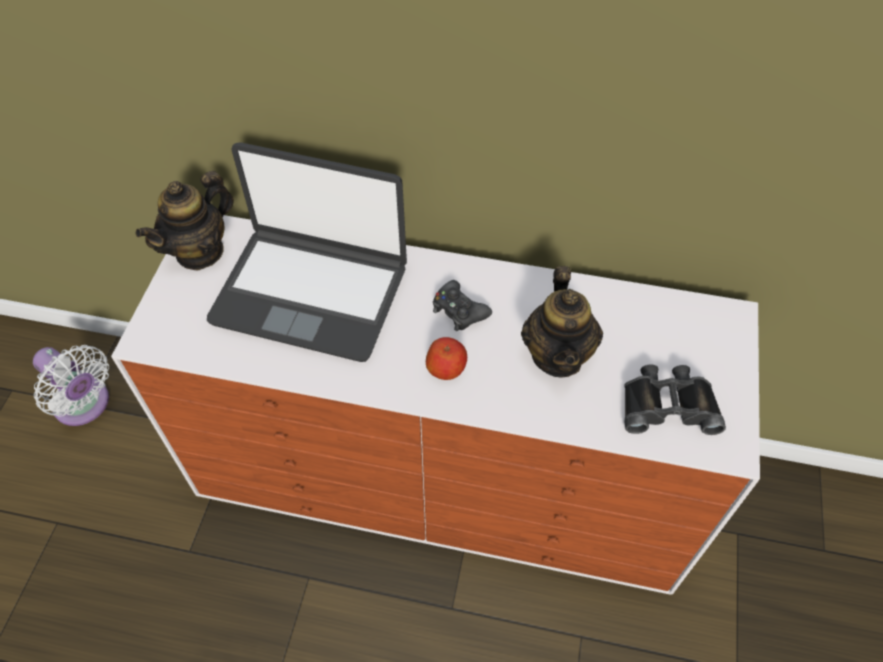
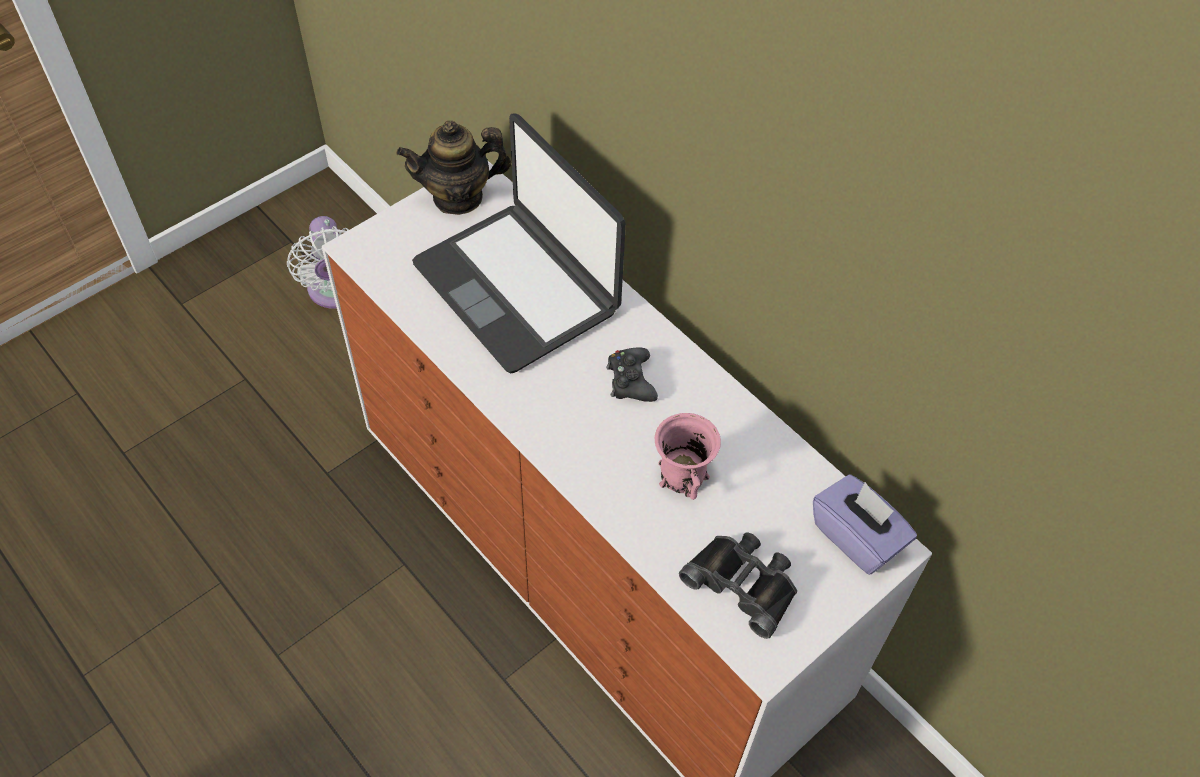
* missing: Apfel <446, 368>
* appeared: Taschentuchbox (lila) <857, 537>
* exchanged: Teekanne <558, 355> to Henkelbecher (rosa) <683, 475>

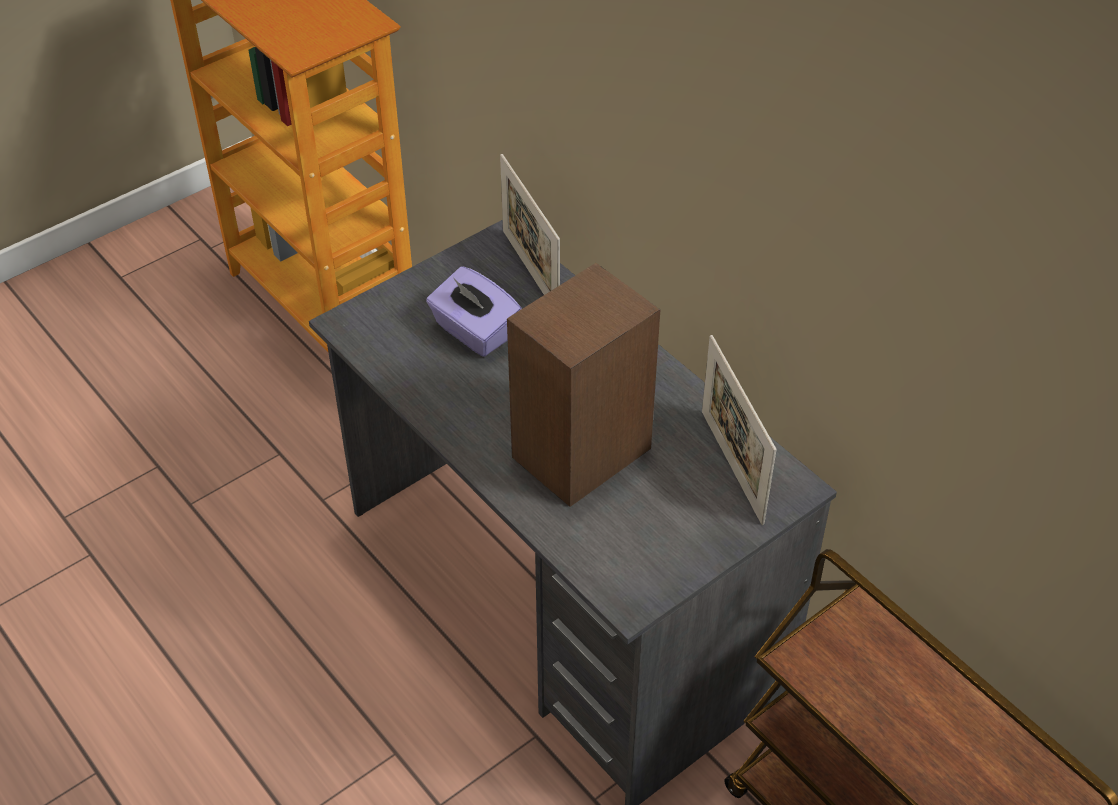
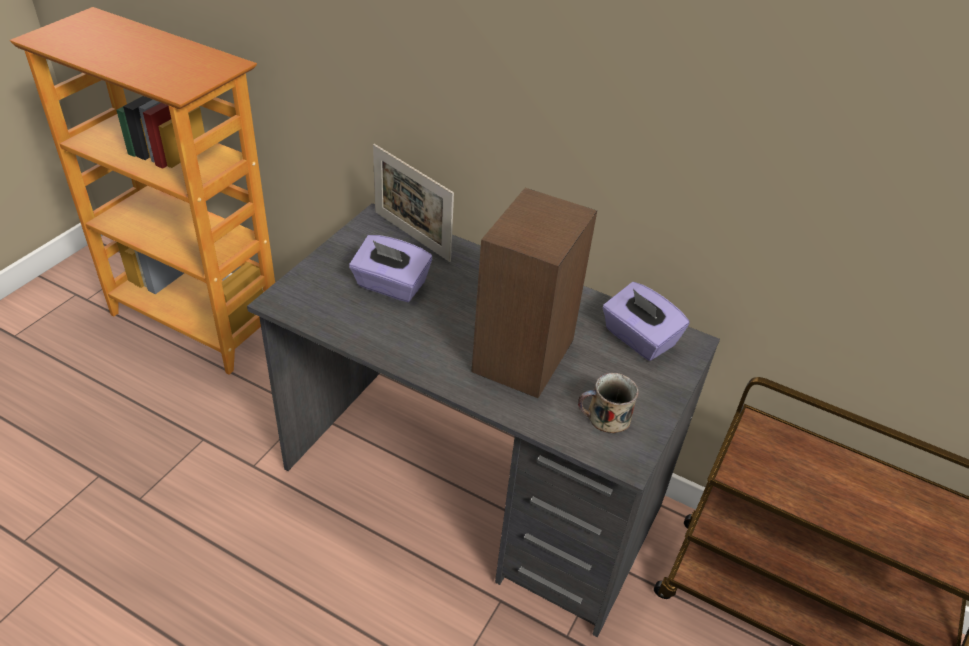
* appeared: Henkelbecher <606, 417>
* exchanged: Bilderrahmen <732, 466> to Taschentuchbox (lila) <638, 338>

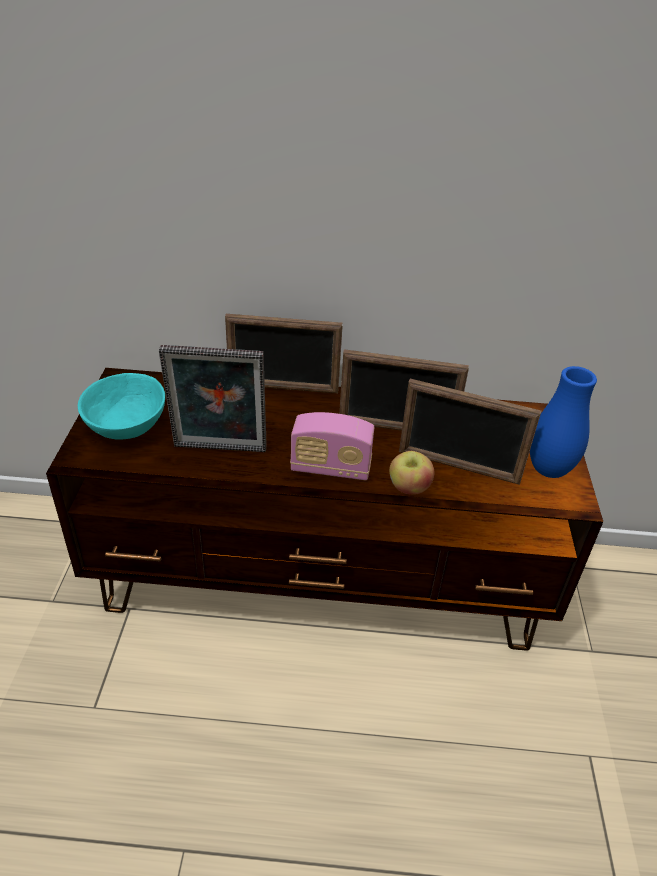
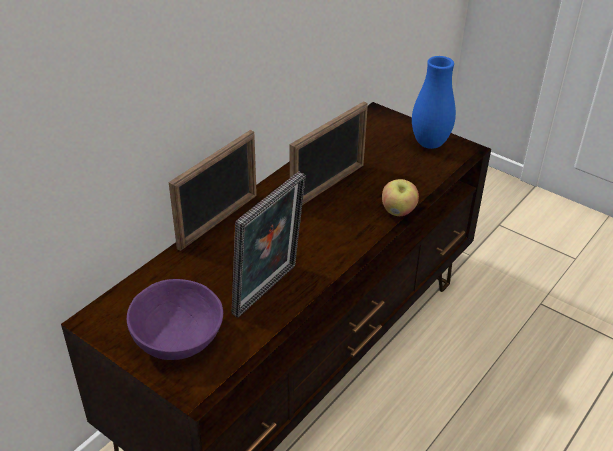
* missing: Radio <330, 468>
* missing: Bilderrahmen <458, 467>
* colour: Schüssel (türkis) <126, 425> to Schüssel (lila) <176, 339>

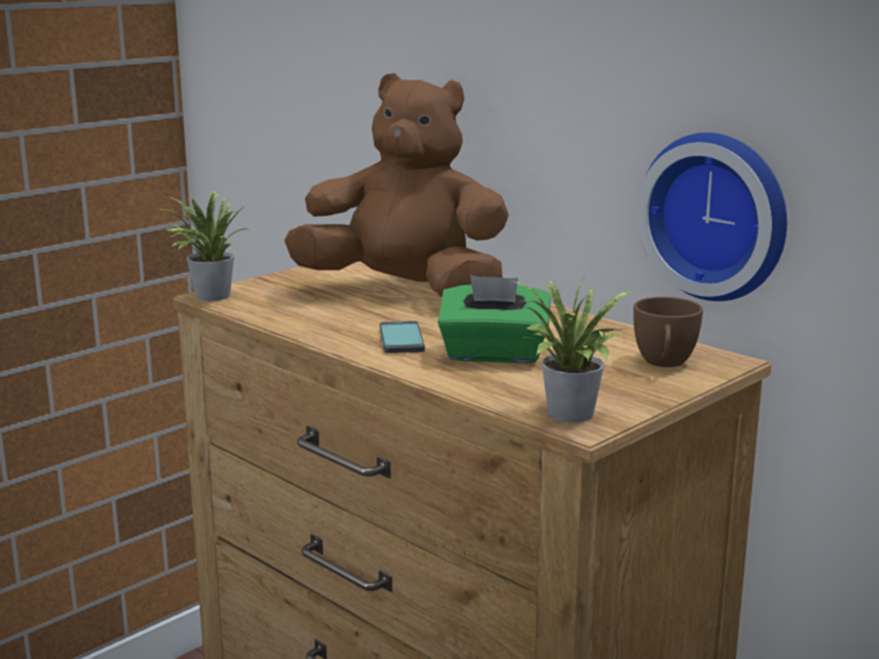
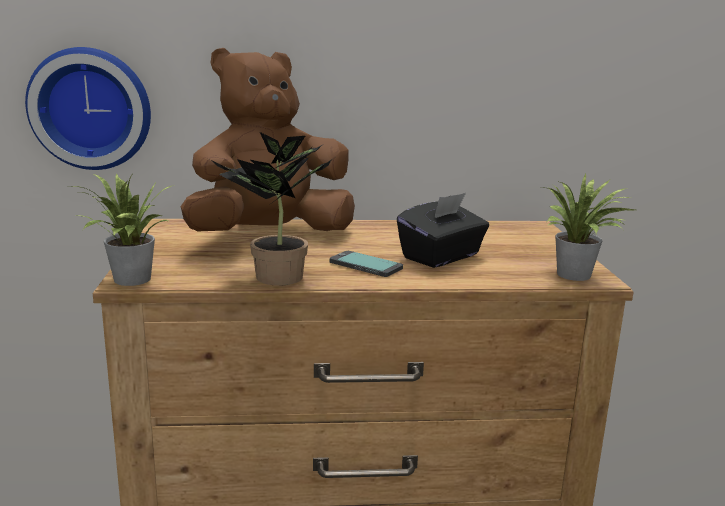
* missing: Tasse (braun) <664, 364>
* appeared: Topfpflanze <273, 279>
* relocated: Wanduhr <718, 215> to <92, 108>
* colour: Taschentuchbox (grün) <494, 355> to Taschentuchbox (schwarz) <441, 257>

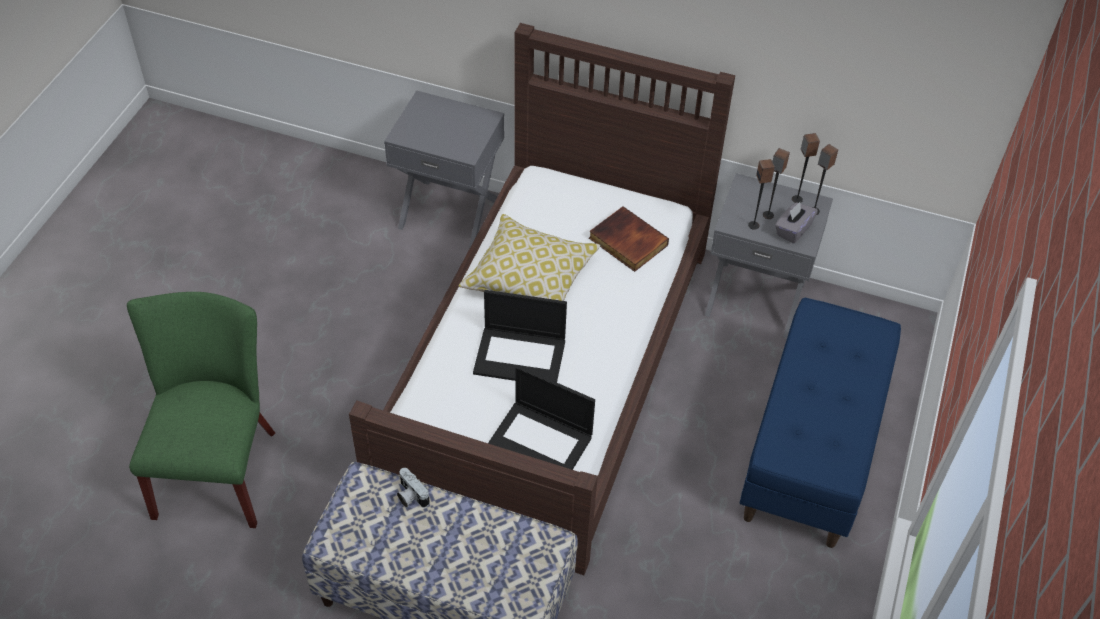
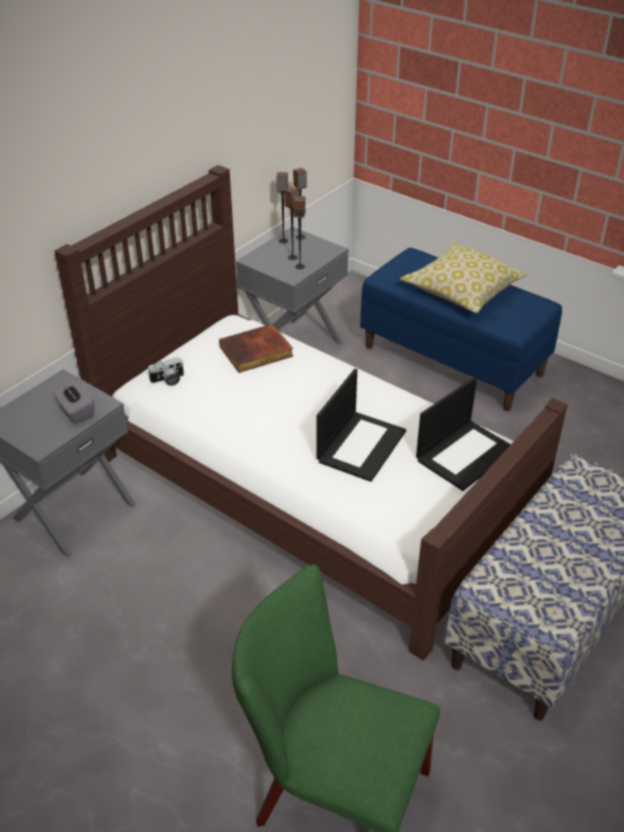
* relocated: Kamera <410, 496> to <168, 380>
* relocated: Kissen <530, 278> to <462, 290>
* relocated: Taschentuchbox (grau) <793, 230> to <76, 411>

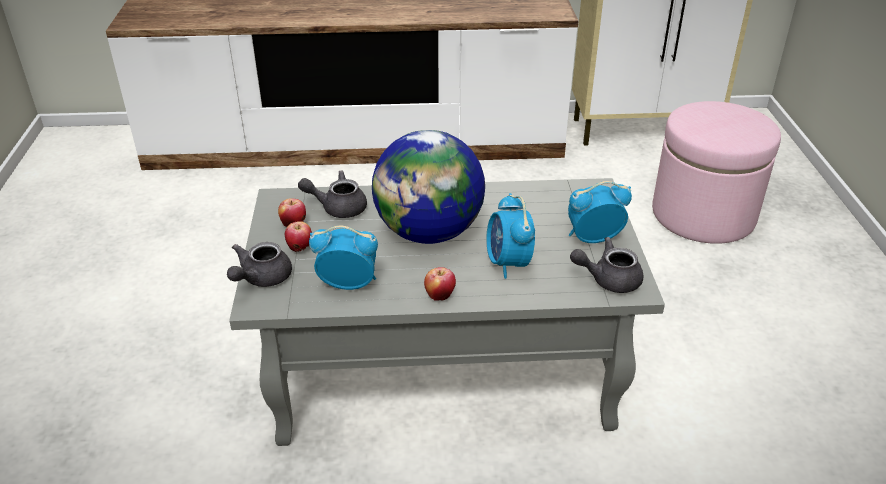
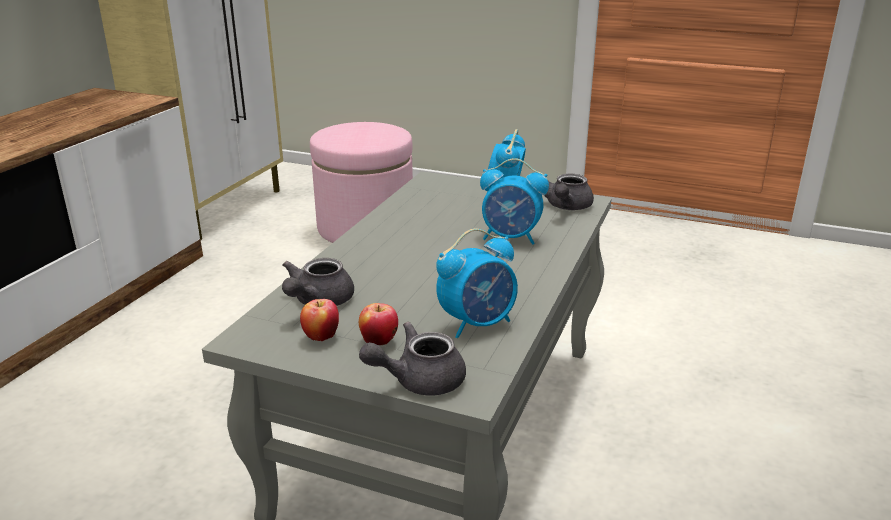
* missing: Globus <429, 233>
* missing: Apfel <440, 296>
* spun: Teekanne (grau) <261, 278> = <418, 380> 105 degrees clockwise
* spun: Wecker <348, 284> = <478, 323> 150 degrees counterclockwise

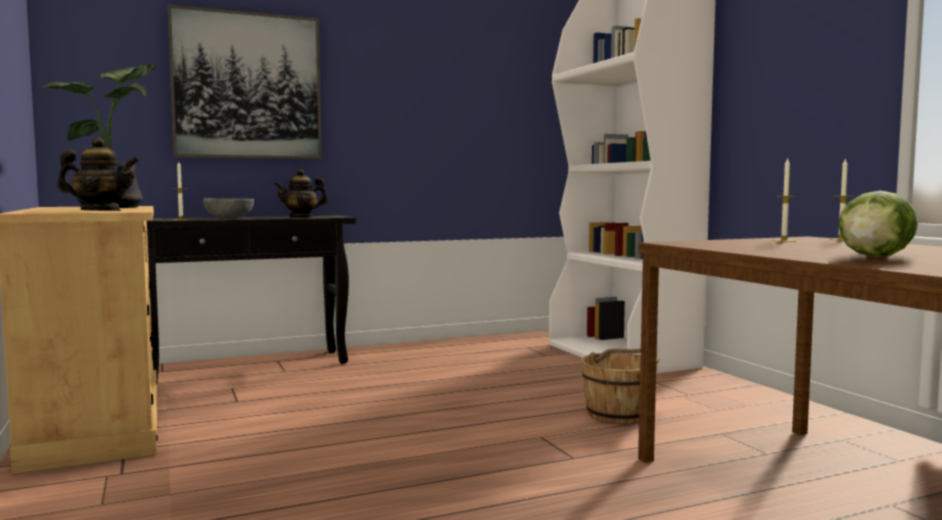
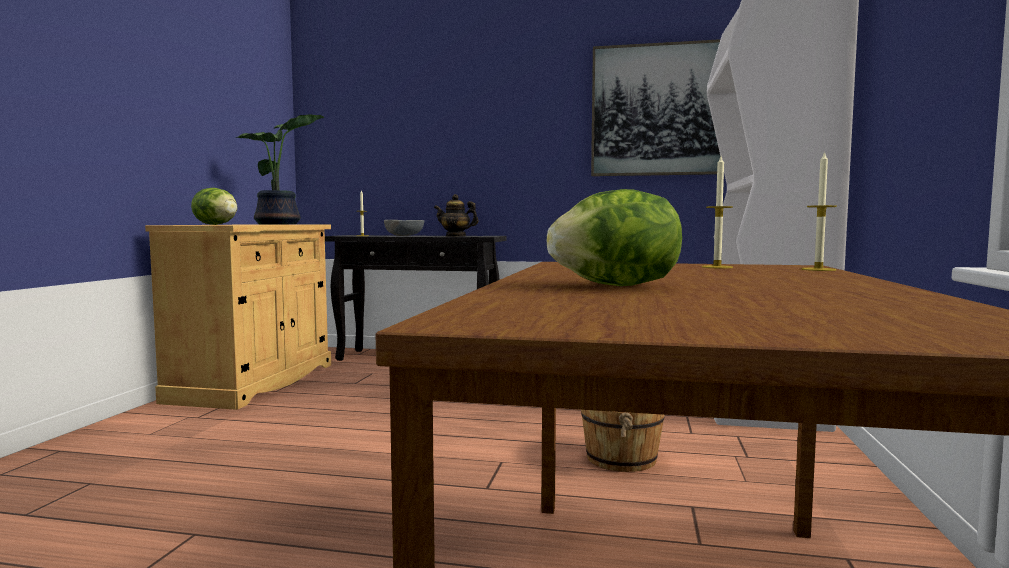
* relocated: Bild <247, 86> to <656, 110>
* exchanged: Teekanne <101, 211> to Salatkopf <216, 224>

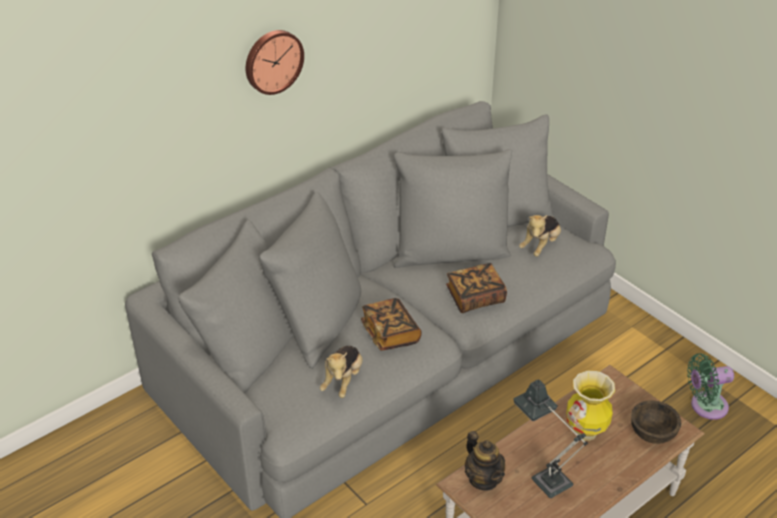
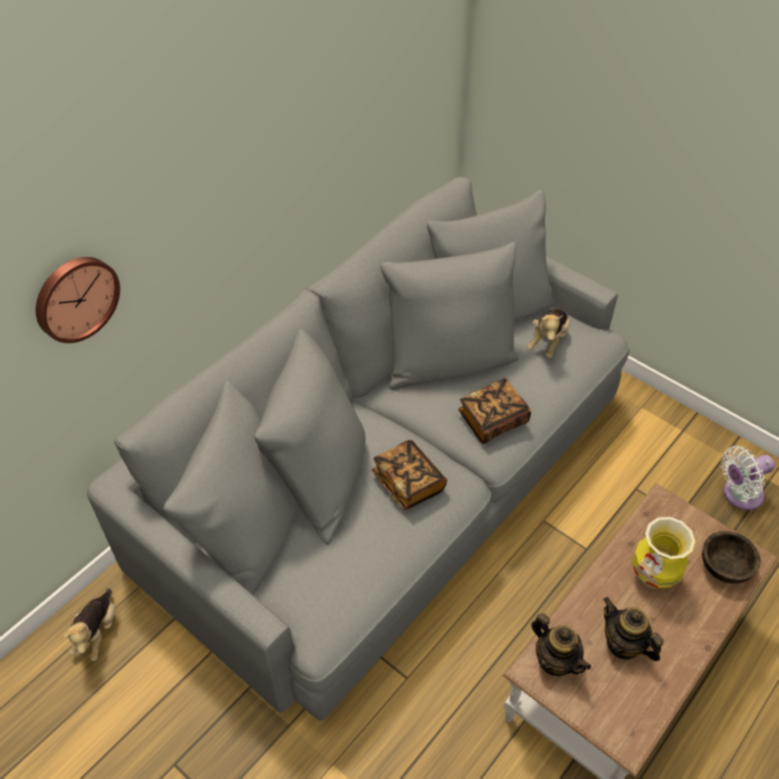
* relocated: Wanduhr <272, 61> to <75, 298>
* relocated: Plüschtier <343, 380> to <97, 632>
* exchanged: Tischlampe <546, 476> to Teekanne <623, 644>
* colour: Ventilator (grün) <705, 406> to Ventilator (weiß) <739, 495>

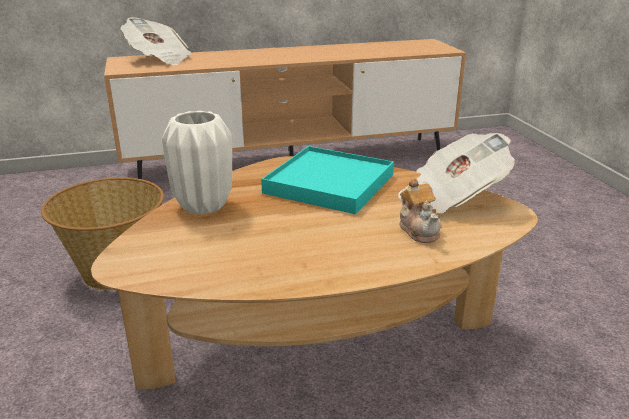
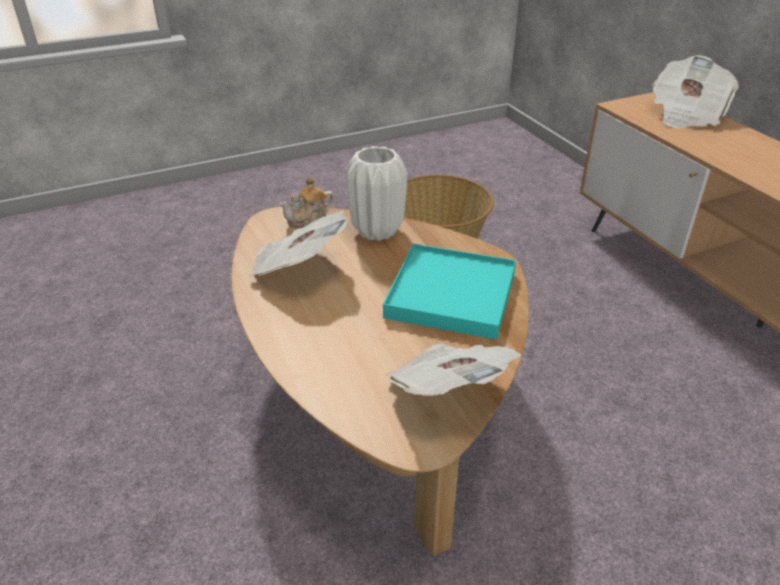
* appeared: Zeitung <298, 267>
* relocated: Teekanne <419, 230> to <308, 220>

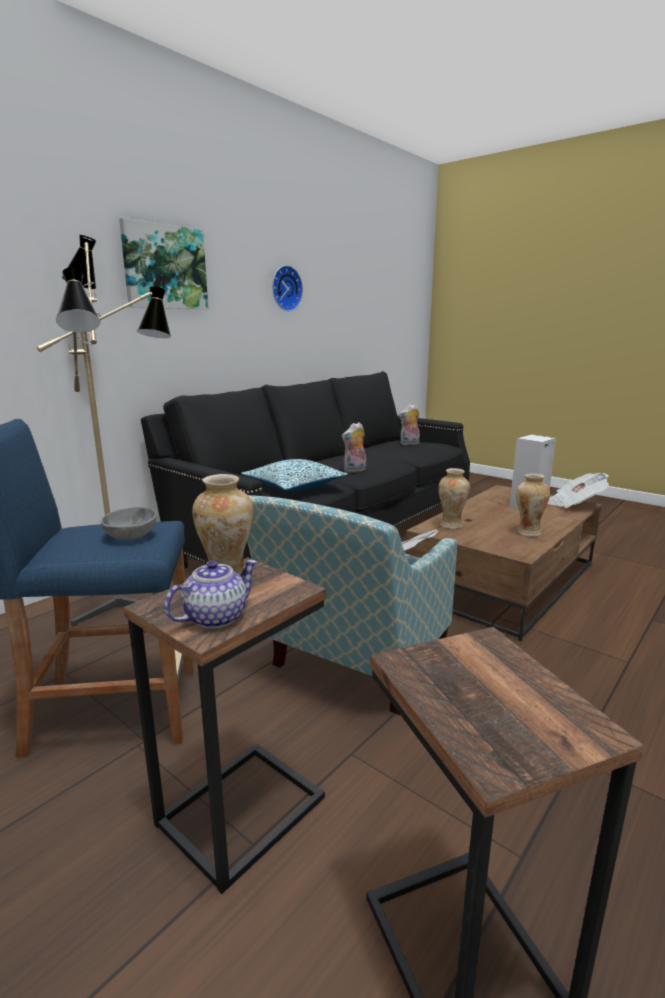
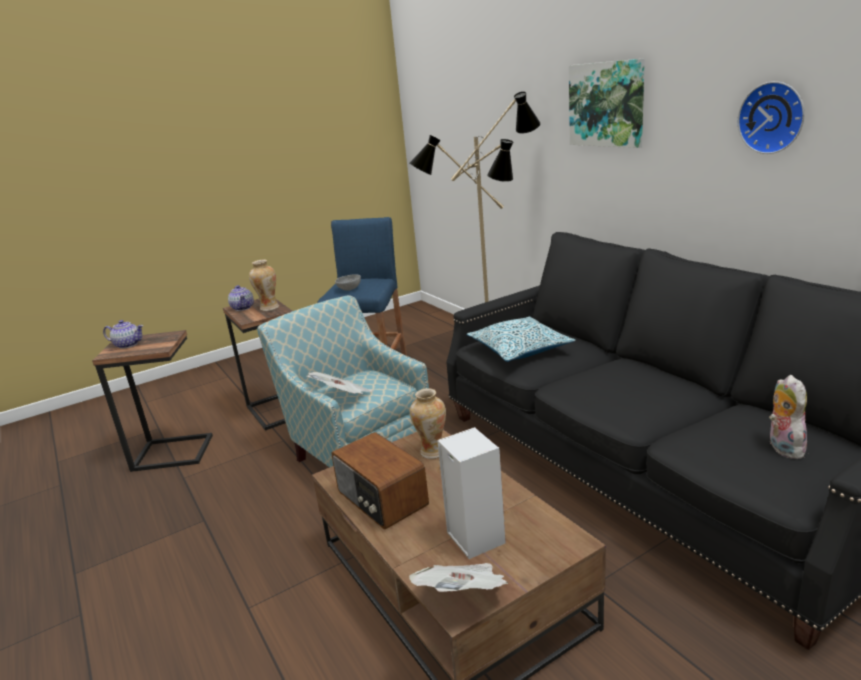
* missing: Plüschtier <355, 470>
* appeared: Teekanne <128, 344>
* exchanged: Vase <528, 532> to Radio <381, 499>

